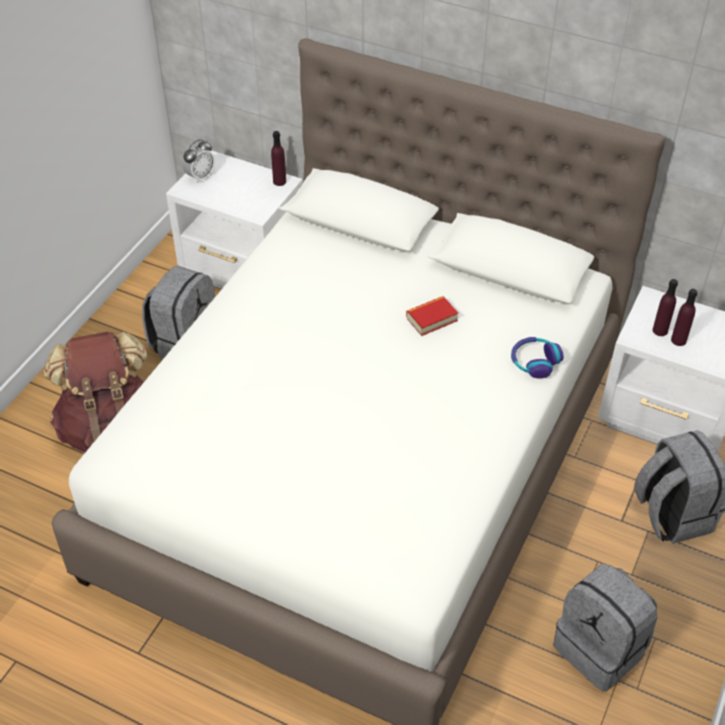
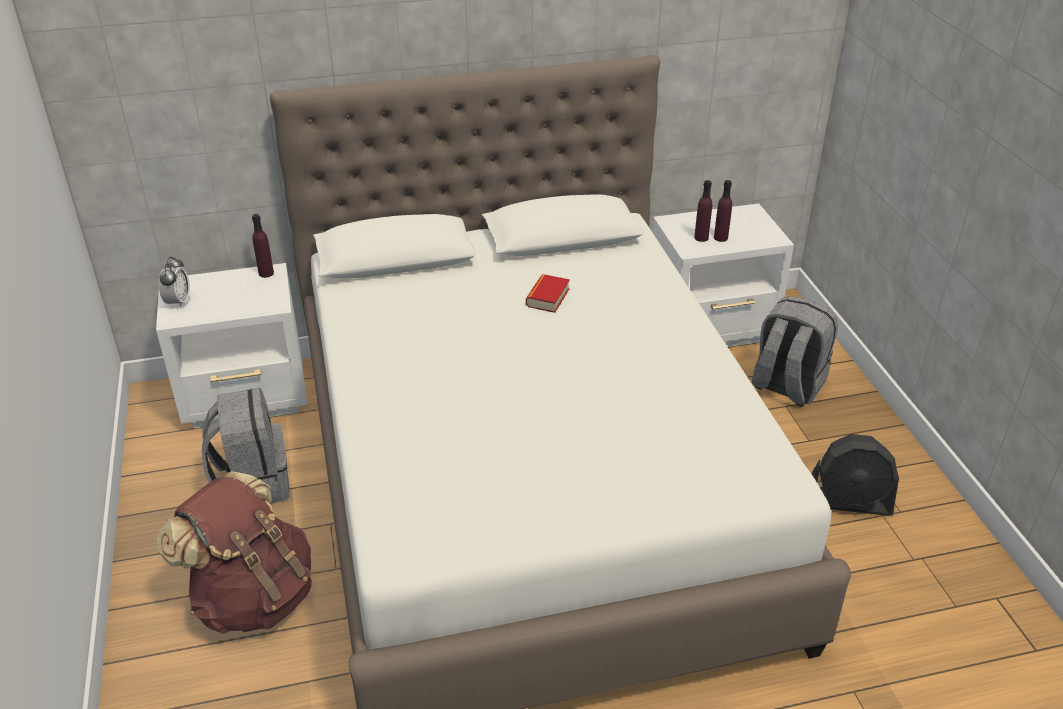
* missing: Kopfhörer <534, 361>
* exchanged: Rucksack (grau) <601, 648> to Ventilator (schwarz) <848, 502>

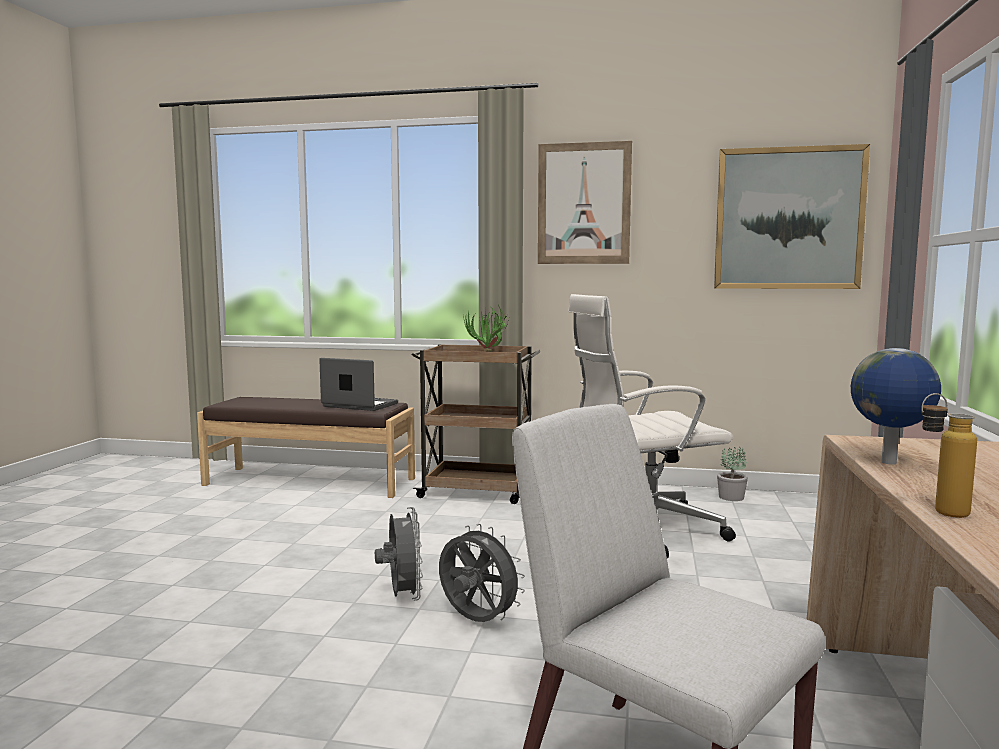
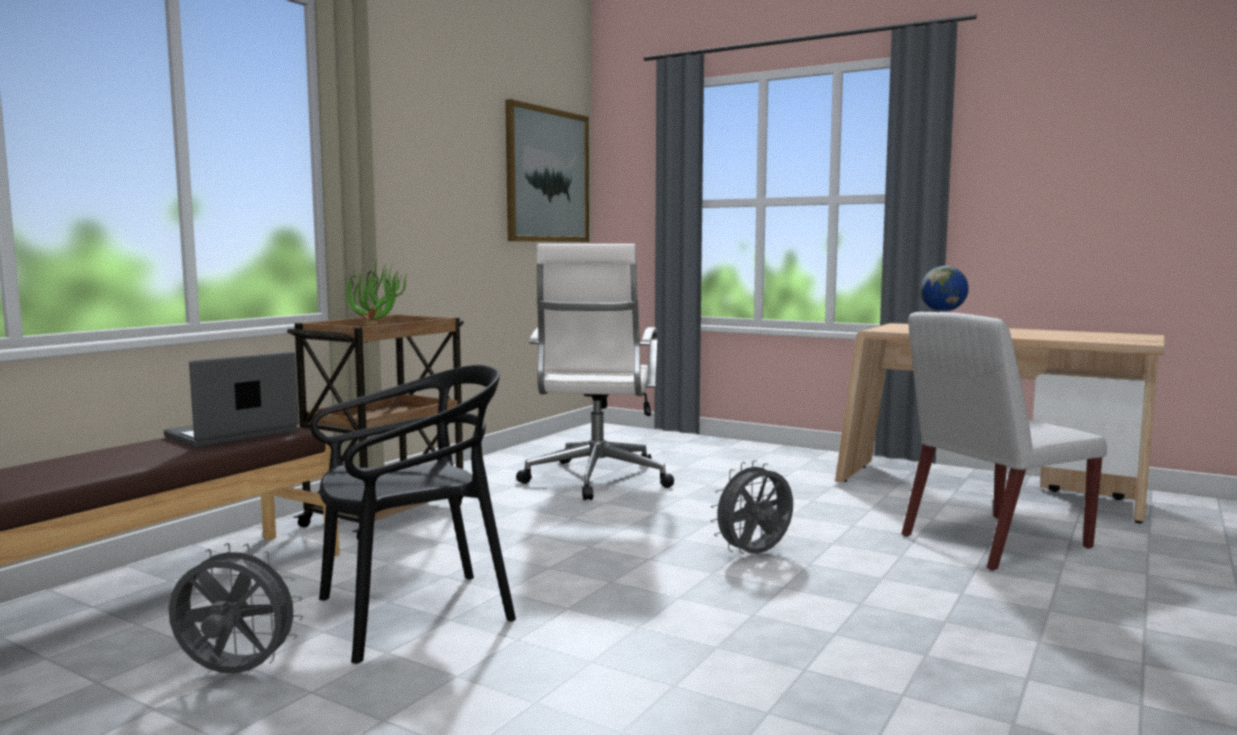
* missing: Bild <584, 204>
* missing: Topfpflanze <732, 497>
* missing: Flasche <940, 513>
* appeared: Stuhl (schwarz) <413, 613>
* relocated: Ventilator (grau) <402, 596> to <234, 675>

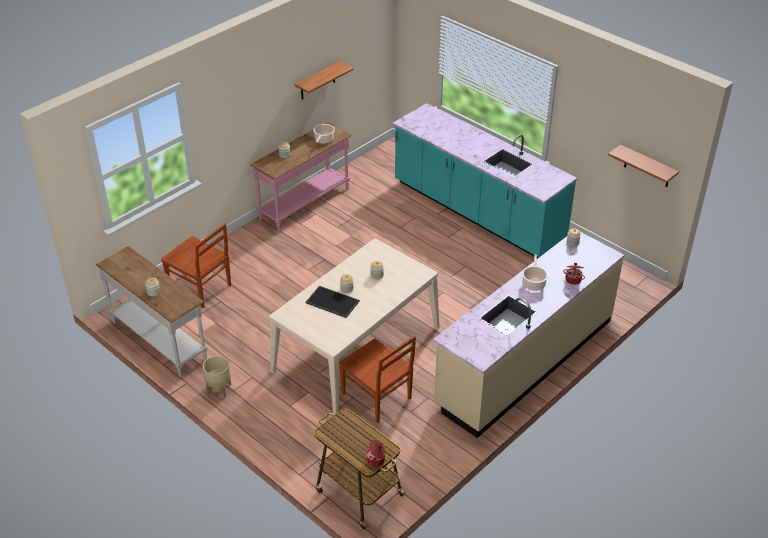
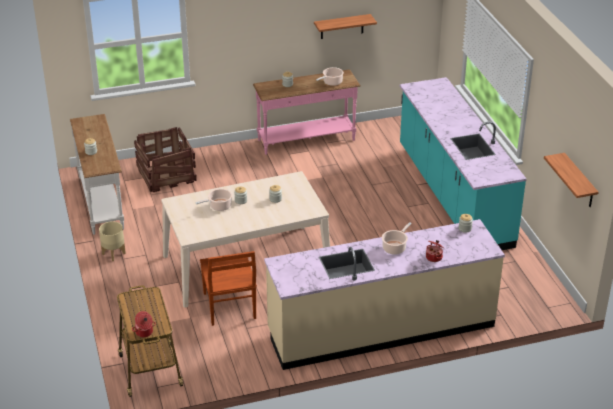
* exchanged: Stuhl (braun) <201, 288> to Kiste <165, 176>
* exchanged: Tablett <331, 302> to Kochtopf <219, 206>

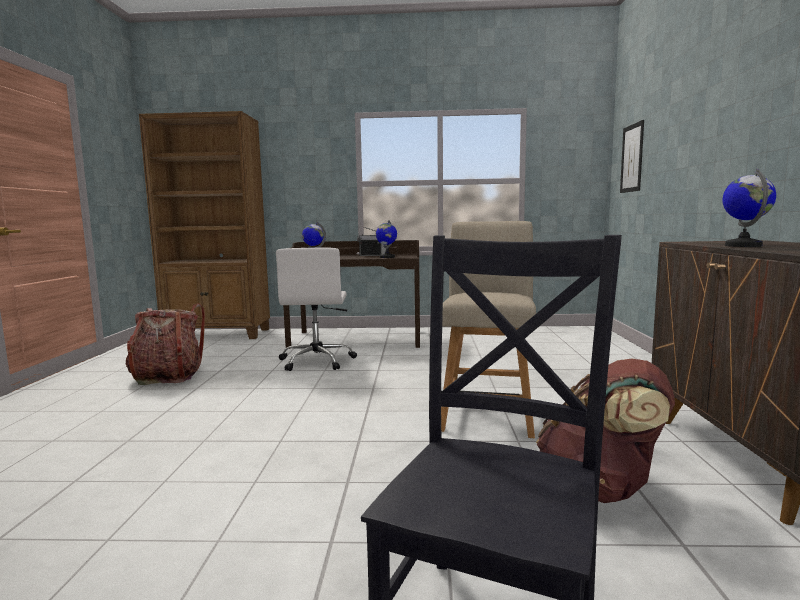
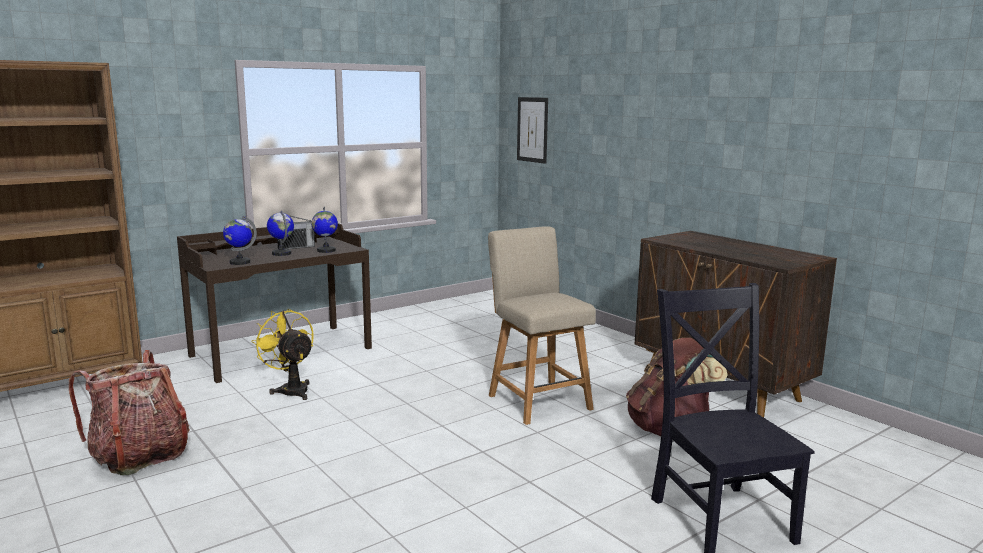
* relocated: Globus <743, 246> to <281, 253>
* exchanged: Bürostuhl (weiß) <317, 361> to Ventilator (gelb) <291, 389>

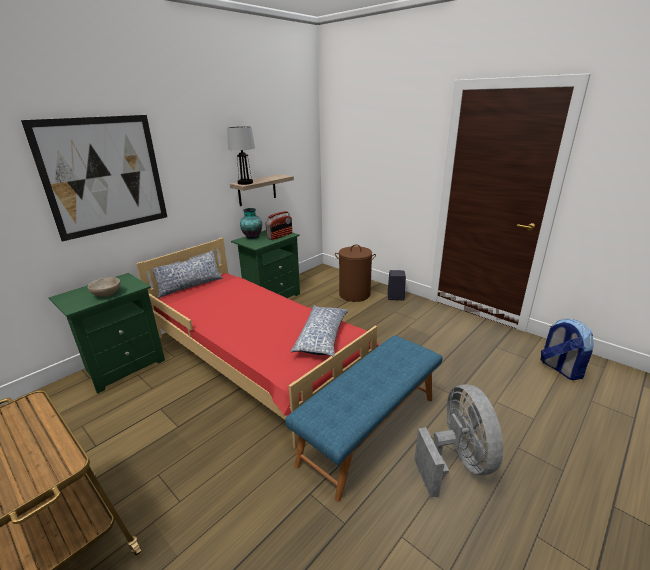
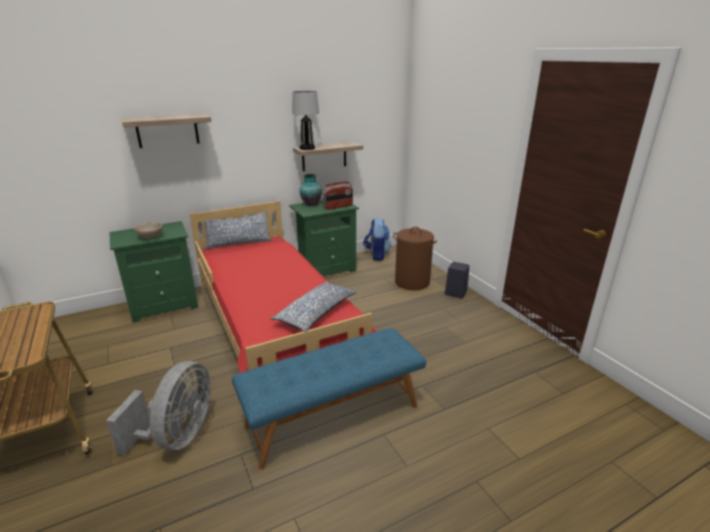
* relocated: Ventilator (grau) <457, 462> to <178, 436>
* relocated: Rucksack <560, 368> to <376, 255>
* exchanged: Bild <105, 176> to Wandregal <167, 131>

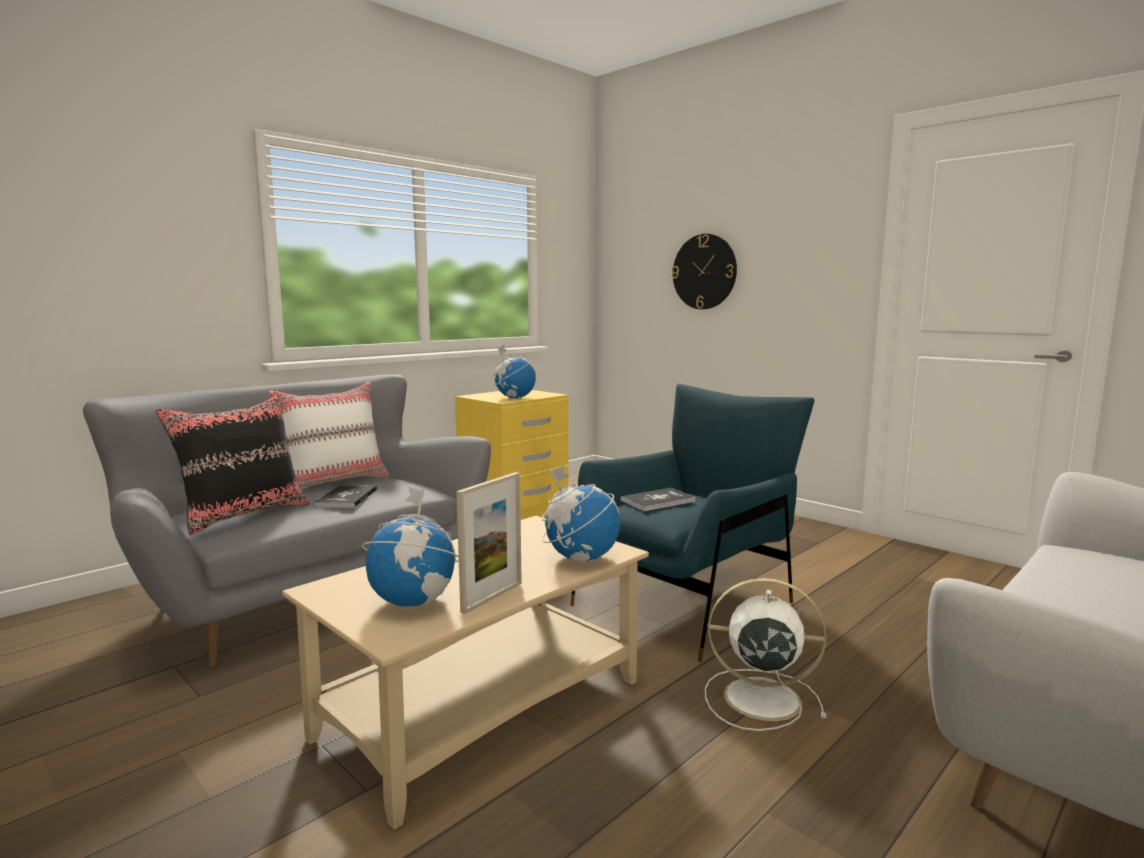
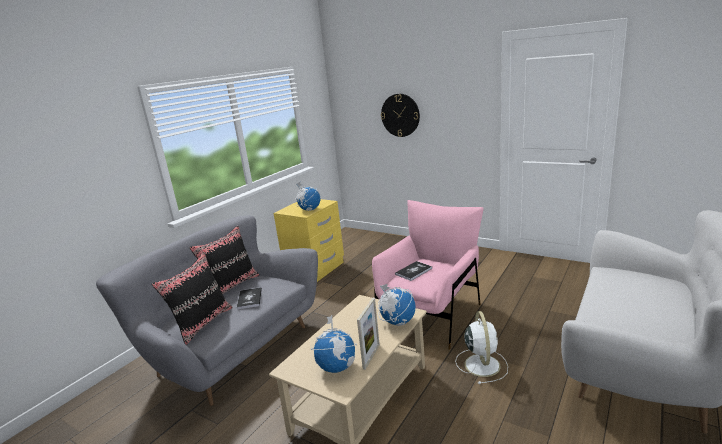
* colour: Kissen (weiß) <335, 481> to Kissen (schwarz) <232, 286>
* colour: Sessel (blau) <687, 602> to Sessel (rosa) <430, 314>
* spun: Ventilator (weiß) <758, 698> = <481, 364> 90 degrees clockwise

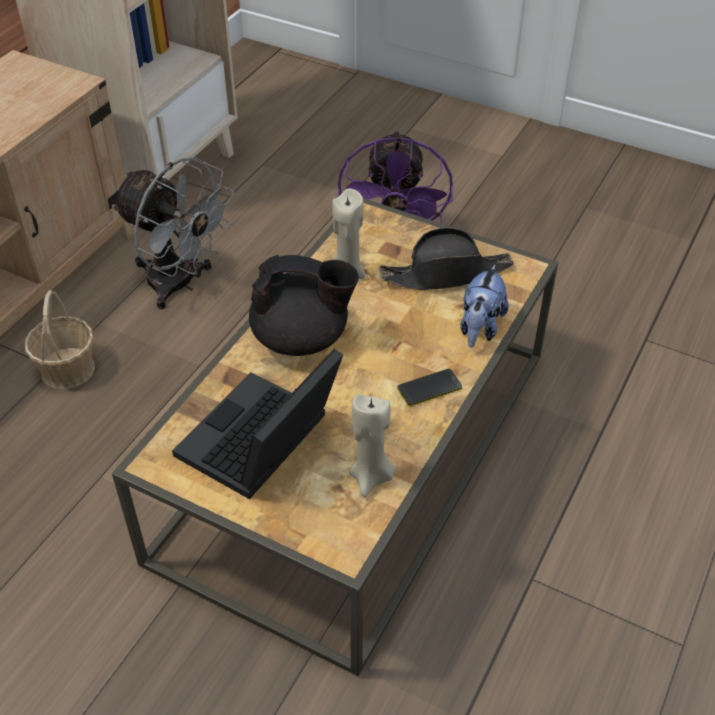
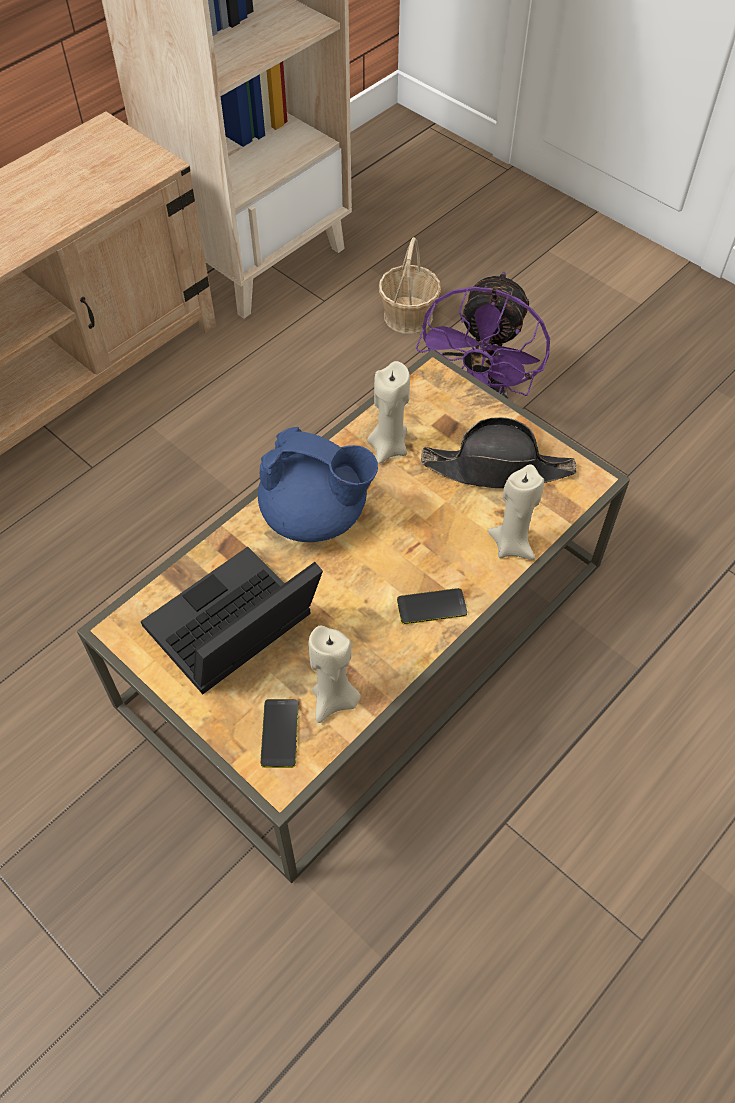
* missing: Ventilator (grau) <180, 285>
* appeared: Handy <280, 733>
* relocated: Korb <68, 369> to <408, 316>
* exchanged: Plüschtier <480, 328> to Kerze (beige) <512, 545>
* colour: Teekanne (schwarz) <302, 338> to Teekanne (blau) <316, 516>

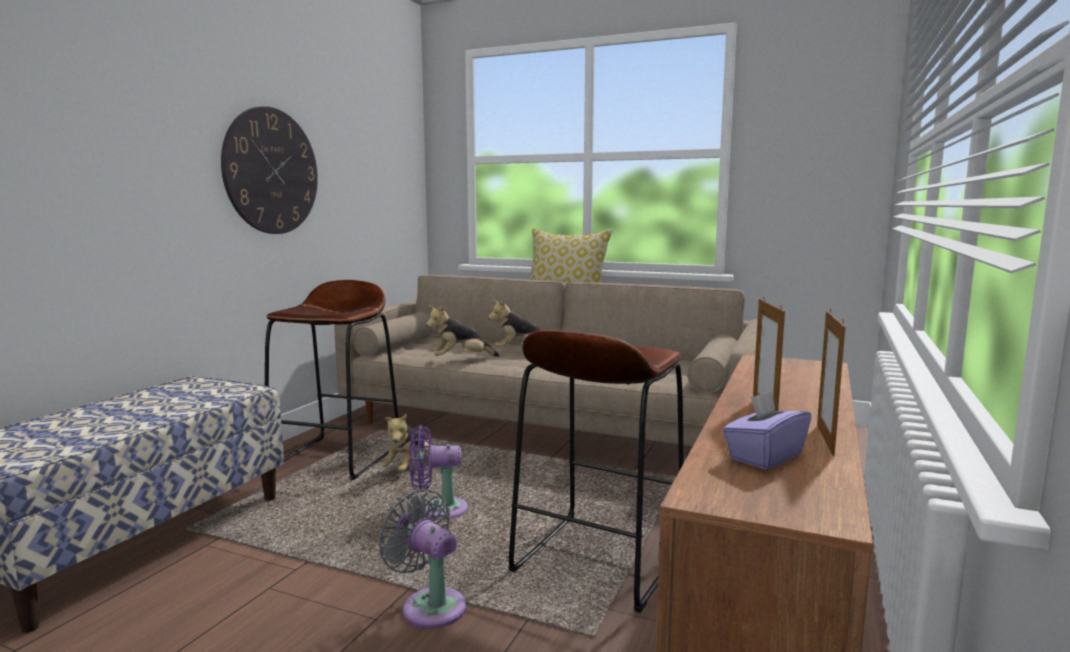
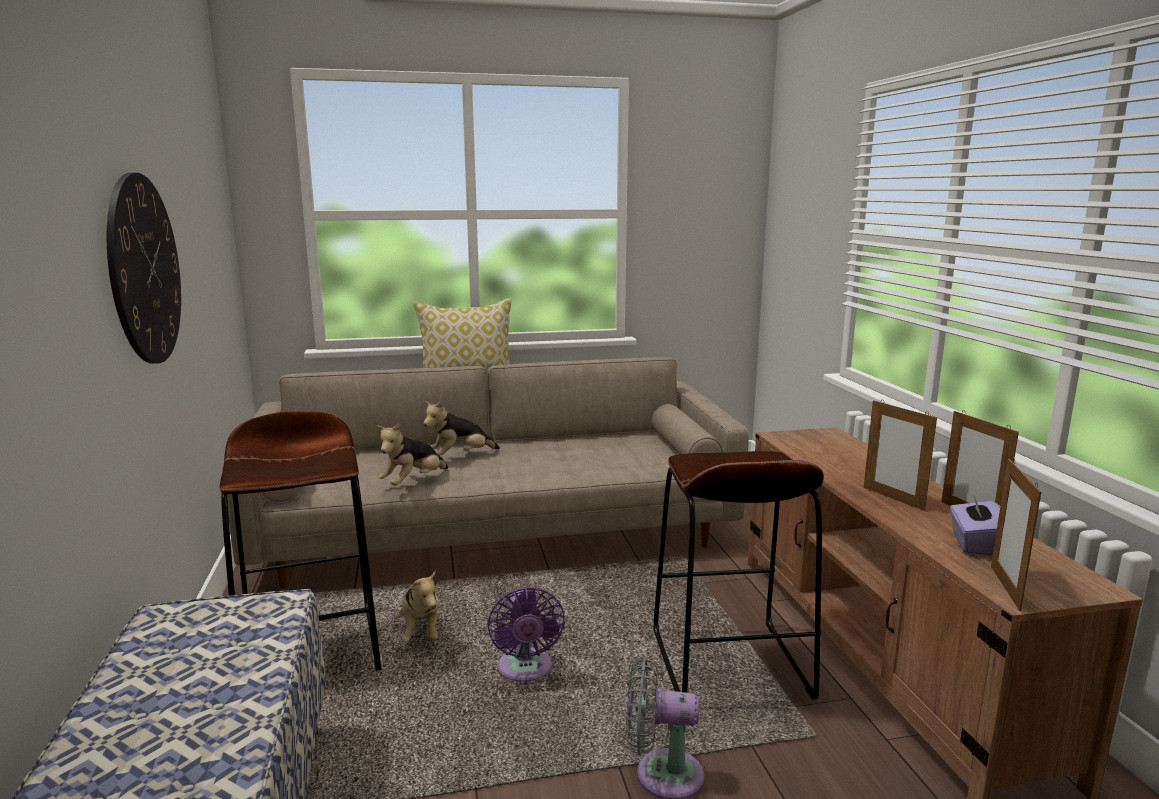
* appeared: Bilderrahmen <1005, 587>
* spun: Ventilator (lila) <438, 510> = <525, 670> 60 degrees counterclockwise

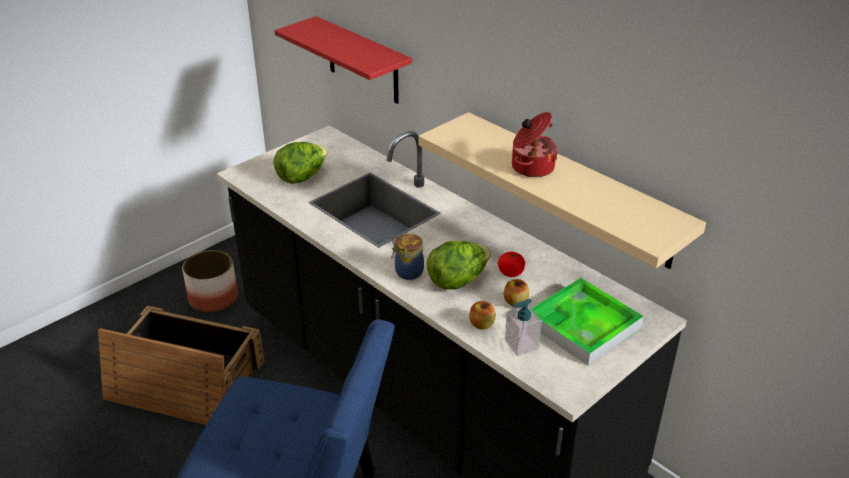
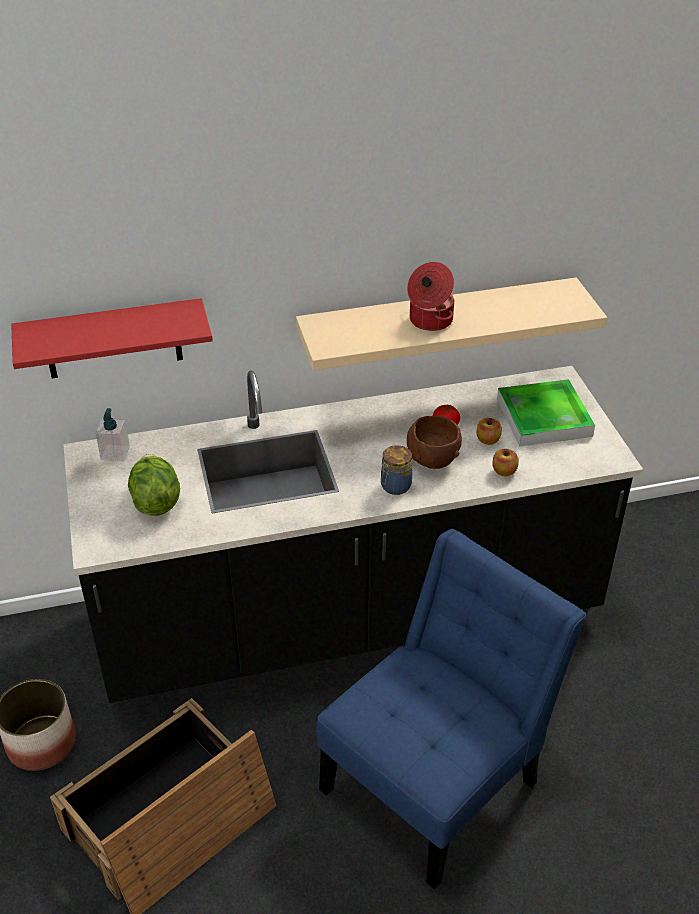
* relocated: Seifenspender <521, 344> to <115, 453>
* exchanged: Salatkopf <457, 280> to Schüssel (braun) <432, 461>

